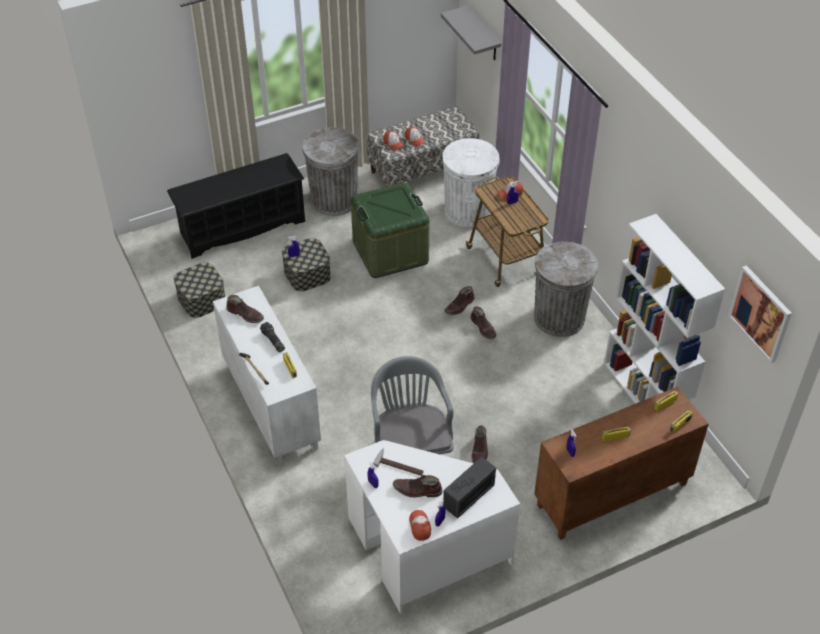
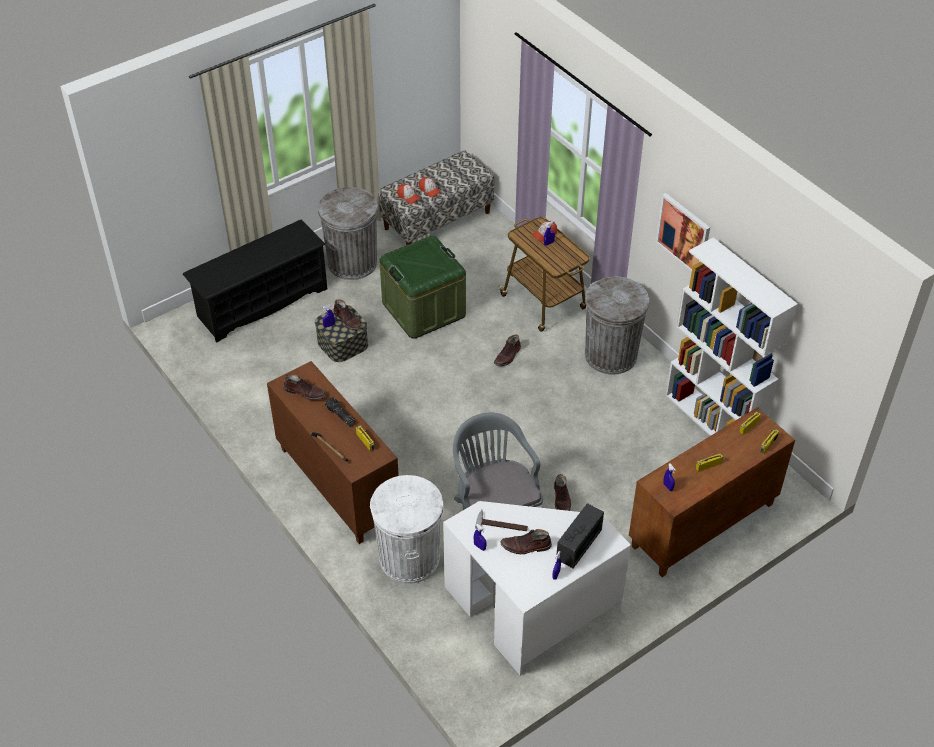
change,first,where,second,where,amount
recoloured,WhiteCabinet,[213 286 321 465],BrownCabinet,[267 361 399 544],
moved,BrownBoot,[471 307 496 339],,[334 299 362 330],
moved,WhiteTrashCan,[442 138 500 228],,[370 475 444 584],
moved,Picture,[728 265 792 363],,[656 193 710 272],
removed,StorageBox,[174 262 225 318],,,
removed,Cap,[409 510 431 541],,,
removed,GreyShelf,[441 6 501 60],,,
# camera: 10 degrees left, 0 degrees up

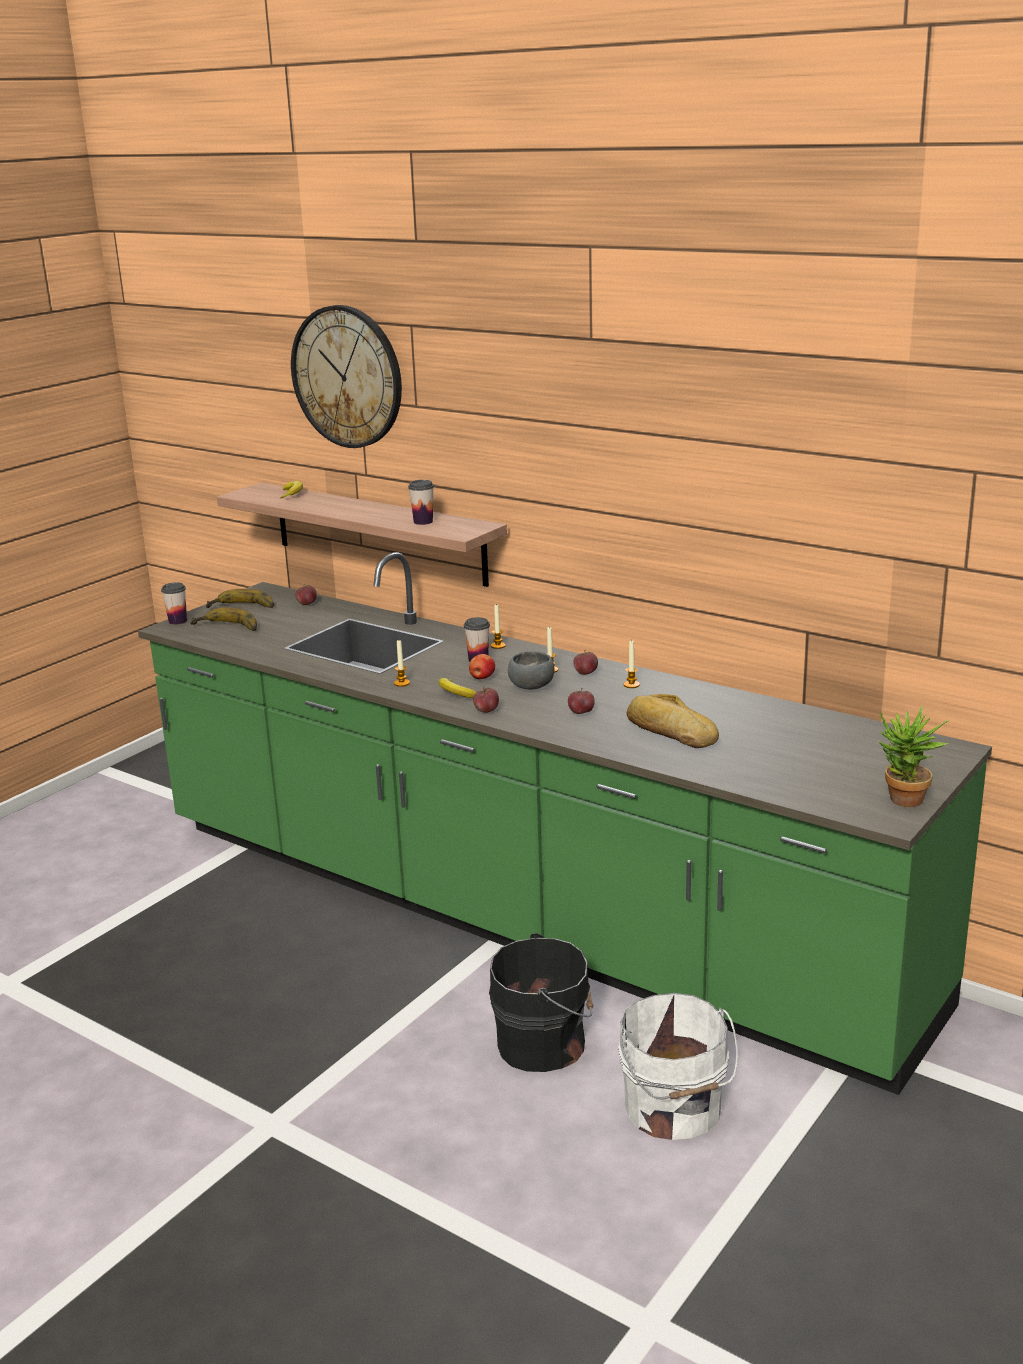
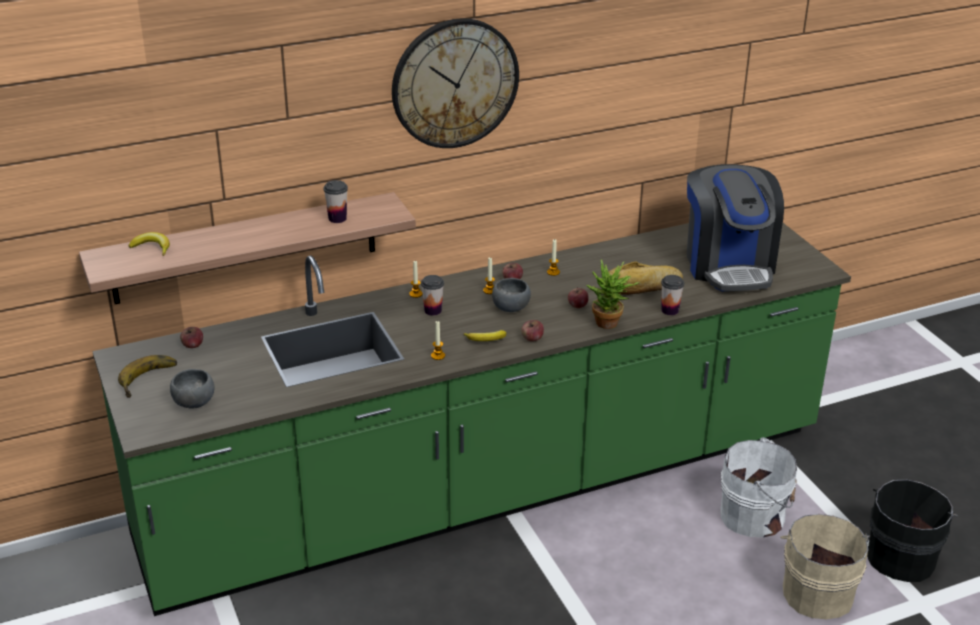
change,first,where,second,where,amount
replaced,Banana,[190 607 257 631],GreyBowl,[170 369 214 408],
moved,WallClock,[291 305 402 448],,[392 18 519 148],
moved,PottedPlant,[878 706 950 807],,[586 260 639 329],
moved,Cup,[161 582 187 625],,[661 275 684 315],
added,,,CoffeeMachine,[687 164 784 291],
added,,,BeigeBucket,[780 514 870 619],
moved,BlackBucket,[489 933 593 1072],,[867 480 958 582],
removed,Apple,[469 654 495 679],,,
# camera: 60 degrees left, 10 degrees up

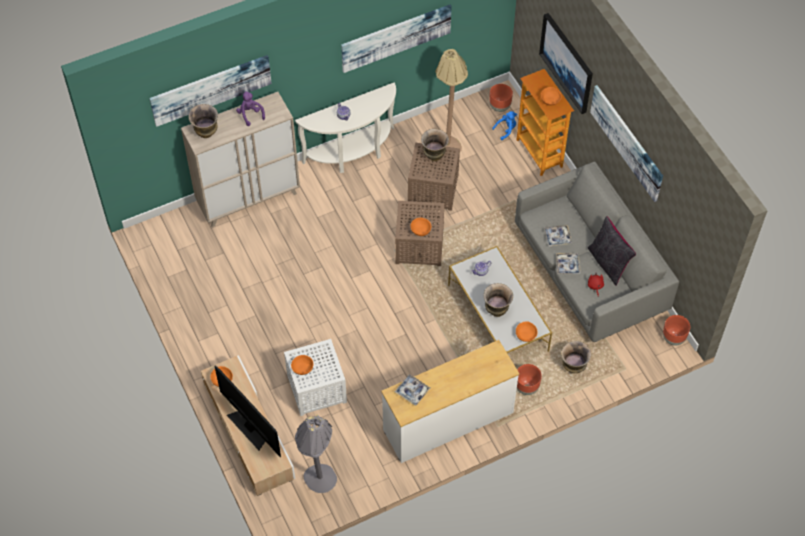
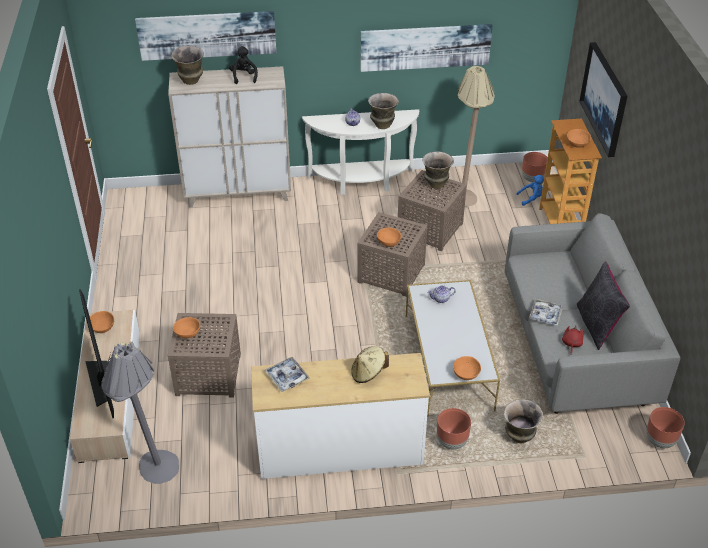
change,first,where,second,where,amount
recoloured,WhiteSideTable,[284 339 347 416],BrownSideTable,[168 313 241 398],
recoloured,PurplePlushToy,[236 91 265 126],BlackPlushToy,[229 46 258 84],
added,,,BeigeHat,[351 346 389 383],
moved,Vase,[484 283 513 317],,[368 93 399 129],
removed,Tray,[544 225 572 247],,,
removed,Picture,[590 85 663 202],,,
# camera: 20 degrees right, 15 degrees down

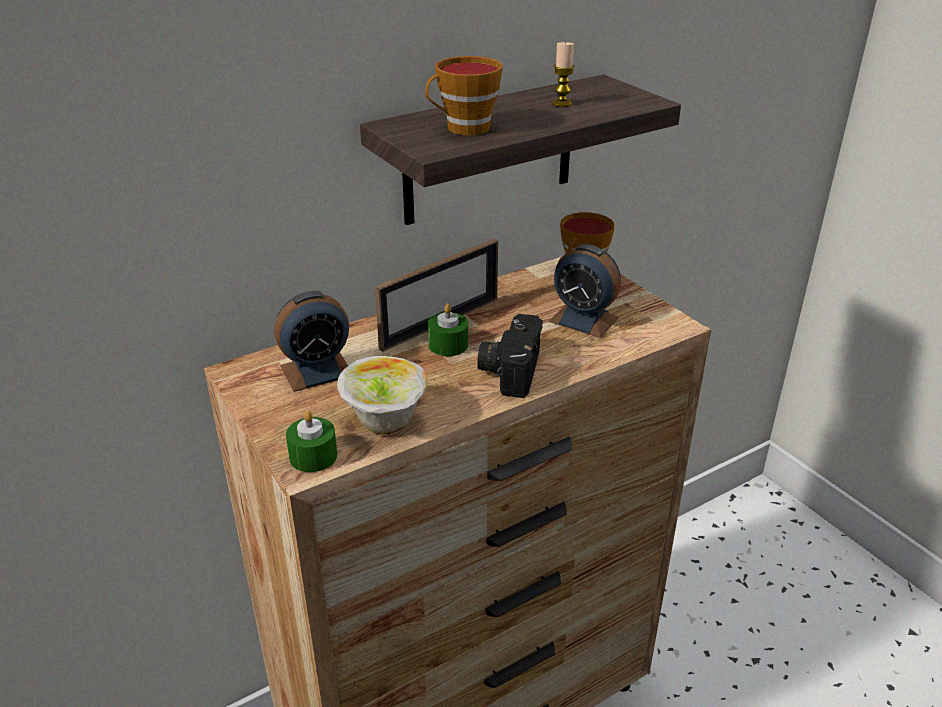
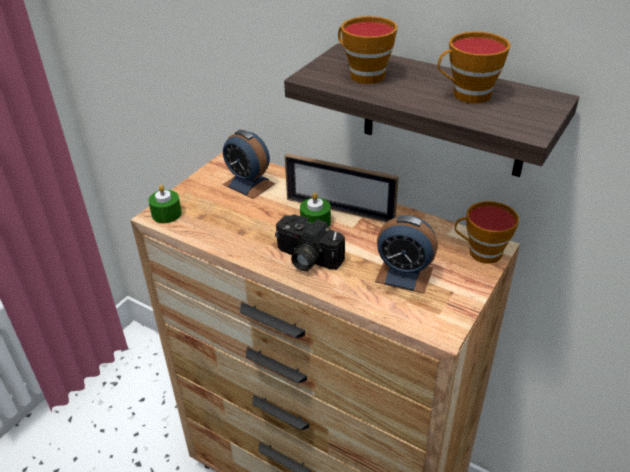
change,first,where,second,where,amount
turned,PhotoCamera,[477 314 543 398],,[275 215 345 271],135 degrees counterclockwise
turned,AlarmClock,[548 244 621 338],,[375 215 438 294],75 degrees counterclockwise
replaced,Candle,[552 41 575 107],Cup,[437 32 510 103],
removed,Bowl,[337 356 427 435],,,
# camera: 65 degrees right, 5 degrees up

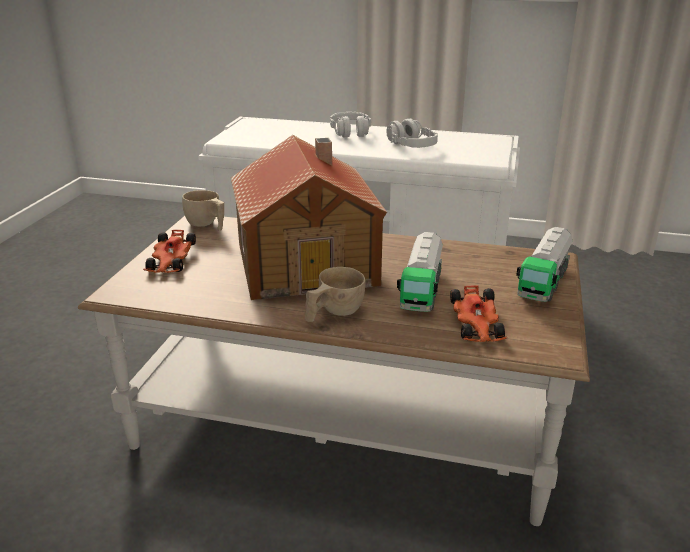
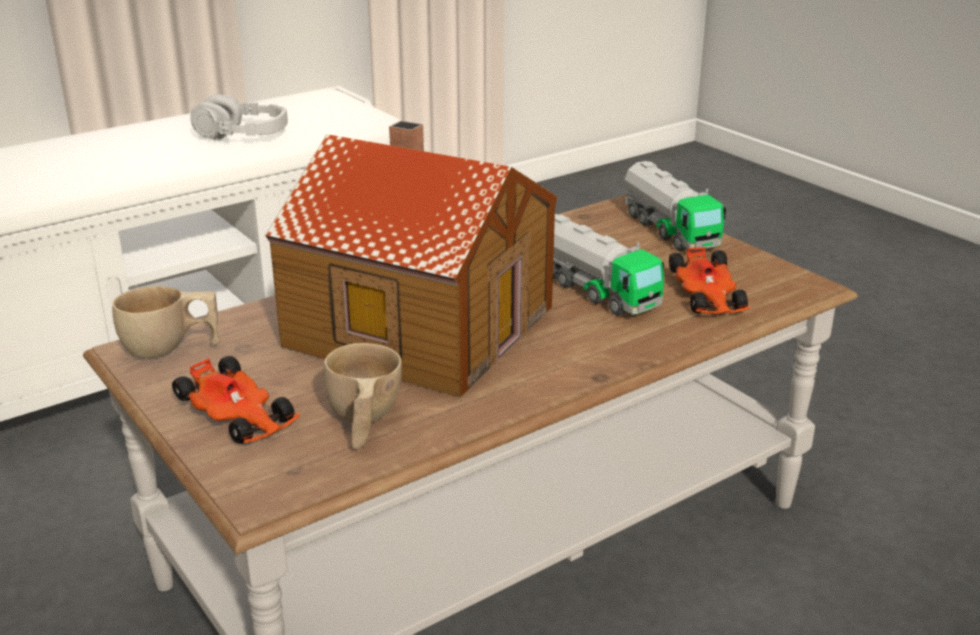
change,first,where,second,where,amount
moved,BeigeCup,[305 267 366 322],,[324 343 402 449],
turned,ToyCar,[450 285 507 342],,[669 247 751 314],45 degrees clockwise
removed,GreyHeadphones,[330 112 371 138],,,
# camera: 50 degrees left, 0 degrees up

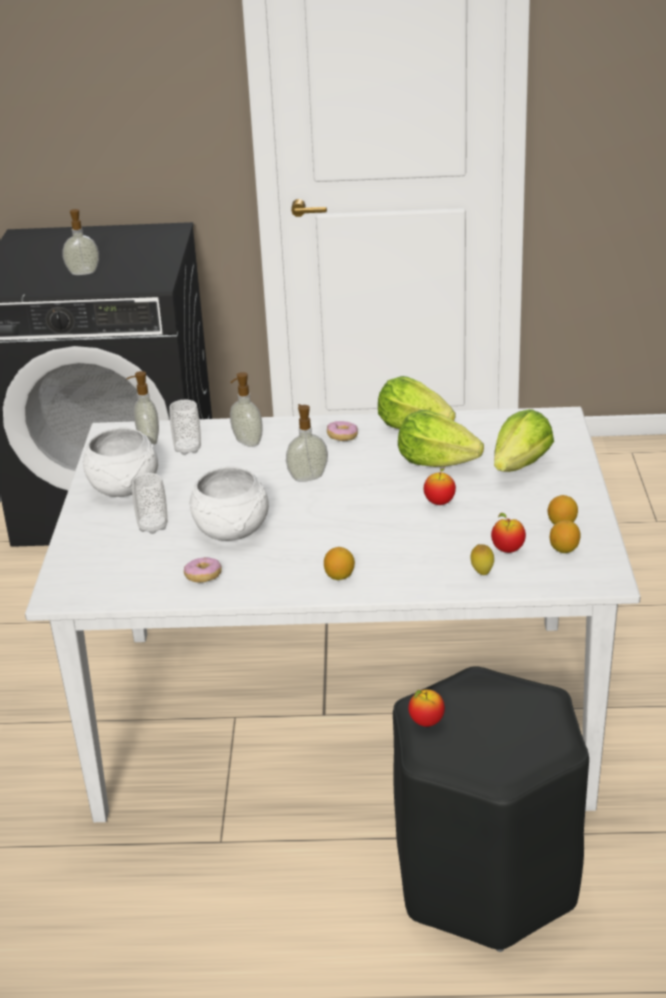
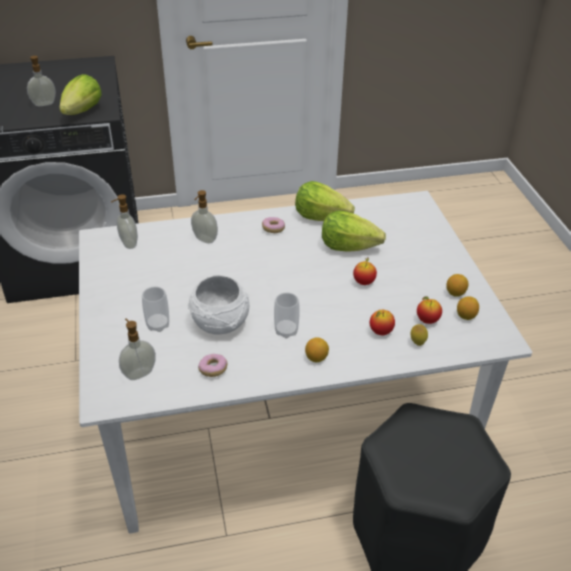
change,first,where,second,where,amount
moved,Lettuce,[494 409 554 472],,[59 74 102 115],
moved,SoapDispenser,[286 404 328 482],,[119 319 156 380],
moved,Cup,[169 400 201 455],,[274 293 300 338],
moved,Apple,[408 689 445 727],,[370 310 395 335],
removed,WhiteBowl,[83 427 158 497],,,
# camera: 15 degrees left, 10 degrees up

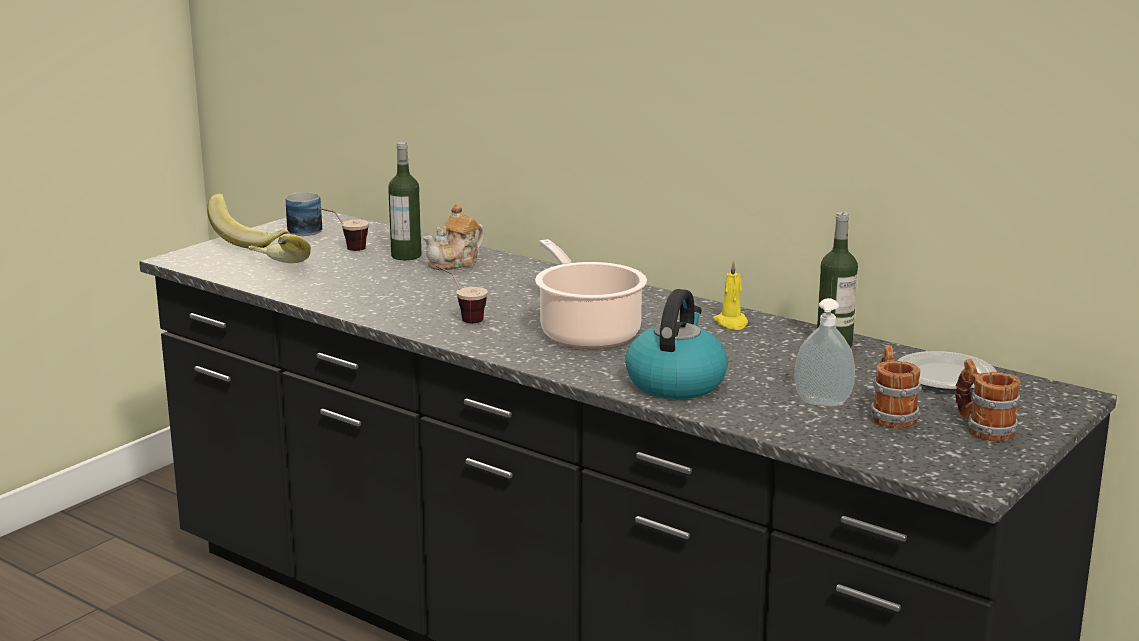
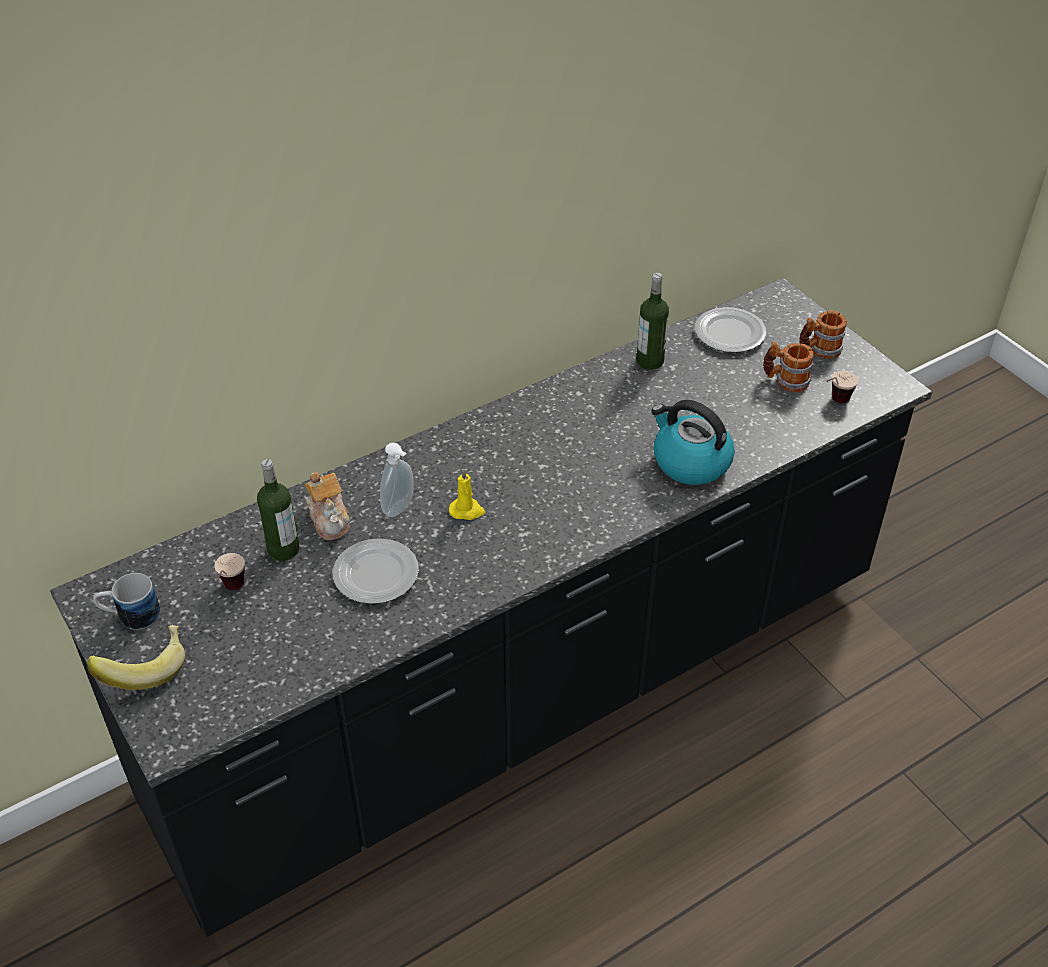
change,first,where,second,where,amount
added,,,Plate,[333 538 419 604],
moved,SoapDispenser,[794 298 855 406],,[380 443 414 517],
moved,YellowCandle,[713 261 748 330],,[449 469 485 520],
moved,Cup,[436 265 488 323],,[826 371 858 404],
removed,Banana,[248 234 311 263],,,
removed,CookingPot,[535 239 647 348],,,
# camera: 70 degrees left, 25 degrees up

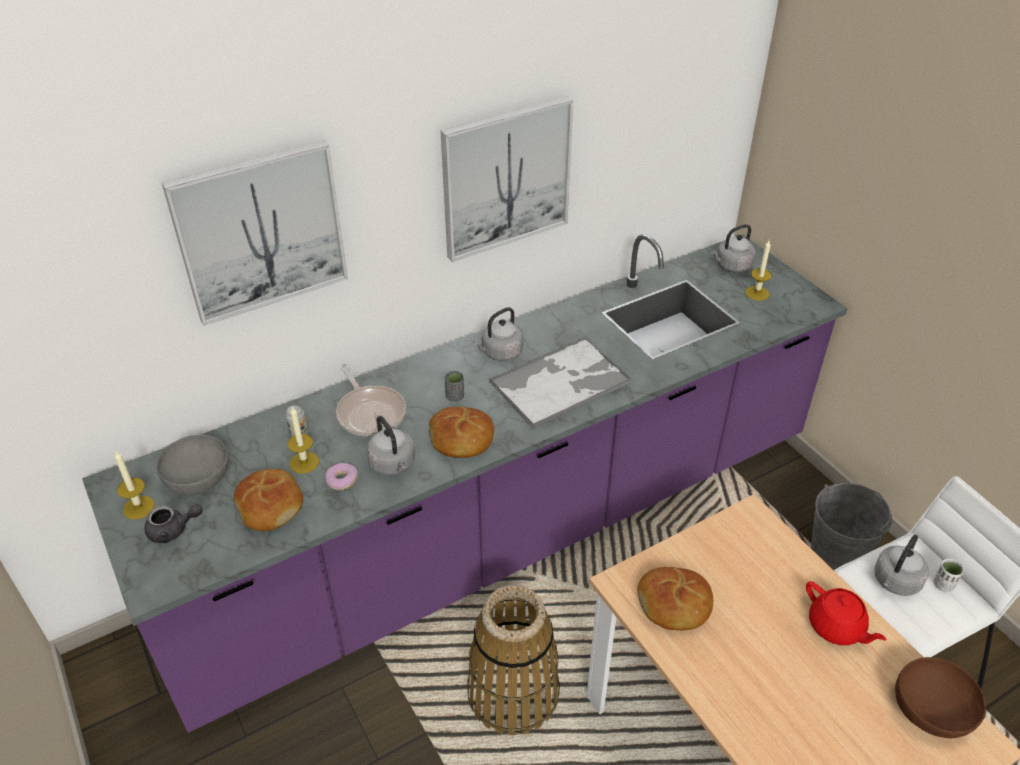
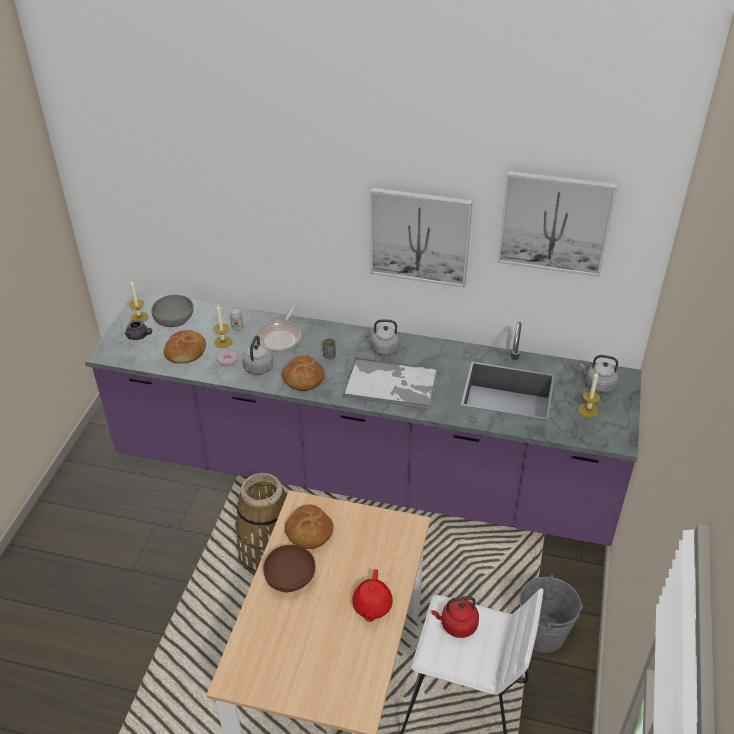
change,first,where,second,where,amount
moved,BrownBowl,[895 657 986 738],,[263 545 316 592],
recoloured,GreyKettle,[874 535 929 596],RedKettle,[431 596 479 638],
moved,Picture,[162 140 348 326],,[497 171 617 277],
removed,WhiteCup,[933 559 964 592],,,
# camera: 45 degrees right, 0 degrees up

